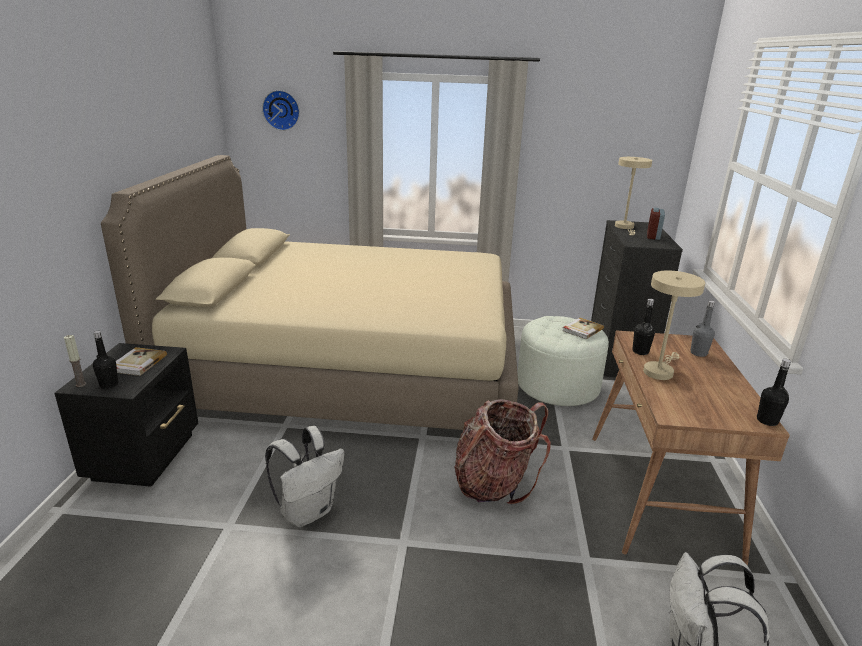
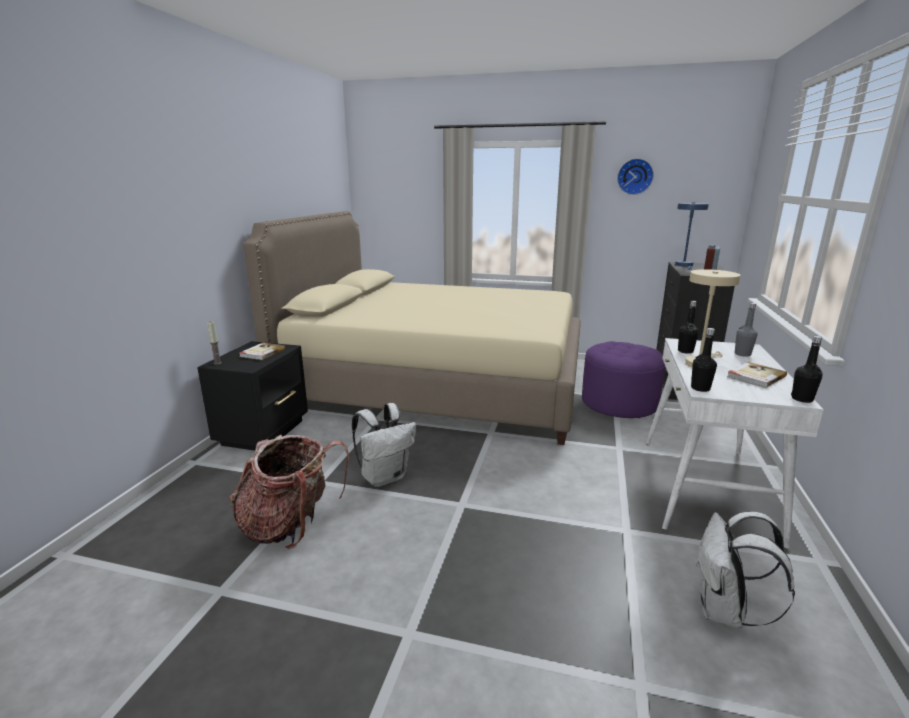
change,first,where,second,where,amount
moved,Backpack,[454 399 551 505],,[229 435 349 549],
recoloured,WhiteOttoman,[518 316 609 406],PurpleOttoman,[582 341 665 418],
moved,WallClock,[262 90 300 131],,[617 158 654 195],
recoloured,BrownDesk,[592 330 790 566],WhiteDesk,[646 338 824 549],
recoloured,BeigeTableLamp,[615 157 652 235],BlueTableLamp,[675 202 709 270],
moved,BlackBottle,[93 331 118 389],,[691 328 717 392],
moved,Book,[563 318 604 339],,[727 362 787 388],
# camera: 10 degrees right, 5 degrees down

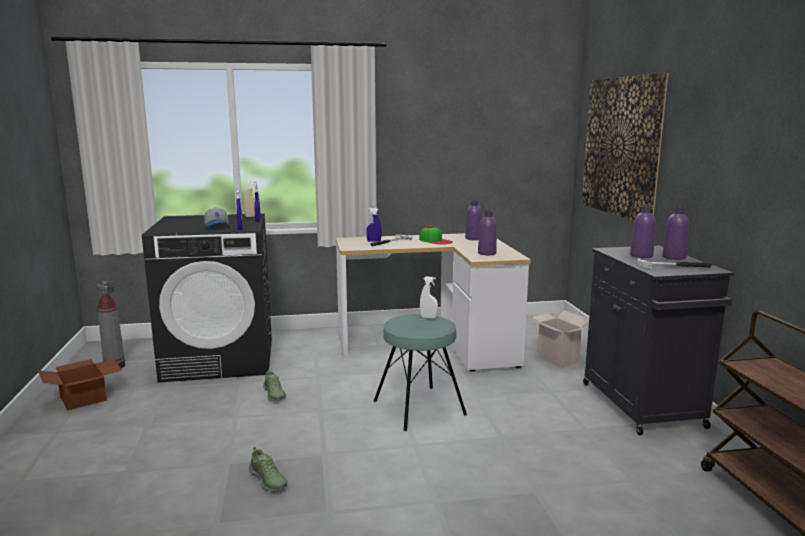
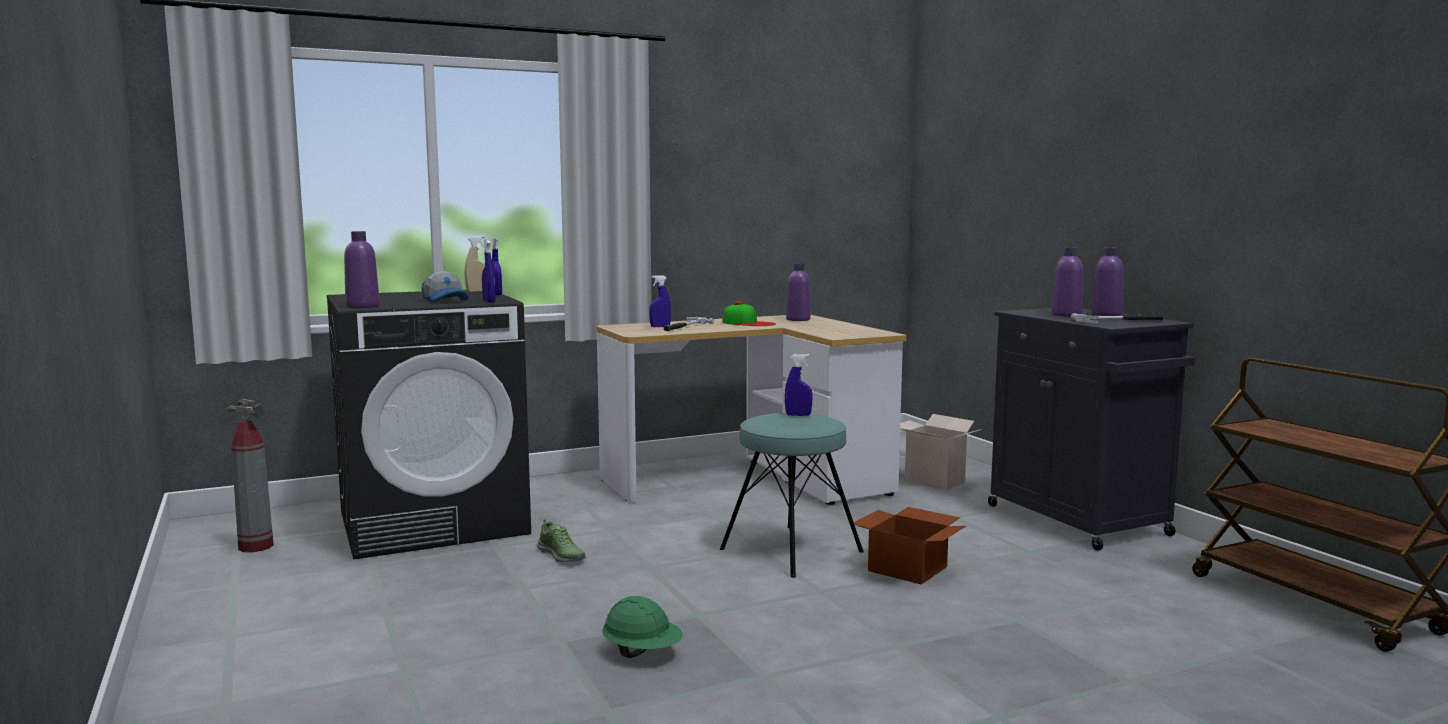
change,first,where,second,where,amount
moved,PurpleBottle,[478 210 497 255],,[344 231 380 308],
replaced,Shoe,[249 447 288 491],GreenHardHat,[602 596 683 658],
recoloured,WhiteSprayBottle,[420 276 438 319],BlueSprayBottle,[785 354 813 416],
moved,CardboardBox,[37 359 122 411],,[852 507 966 585],
removed,Picture,[582 73 668 221],,,
# camera: 15 degrees left, 5 degrees down

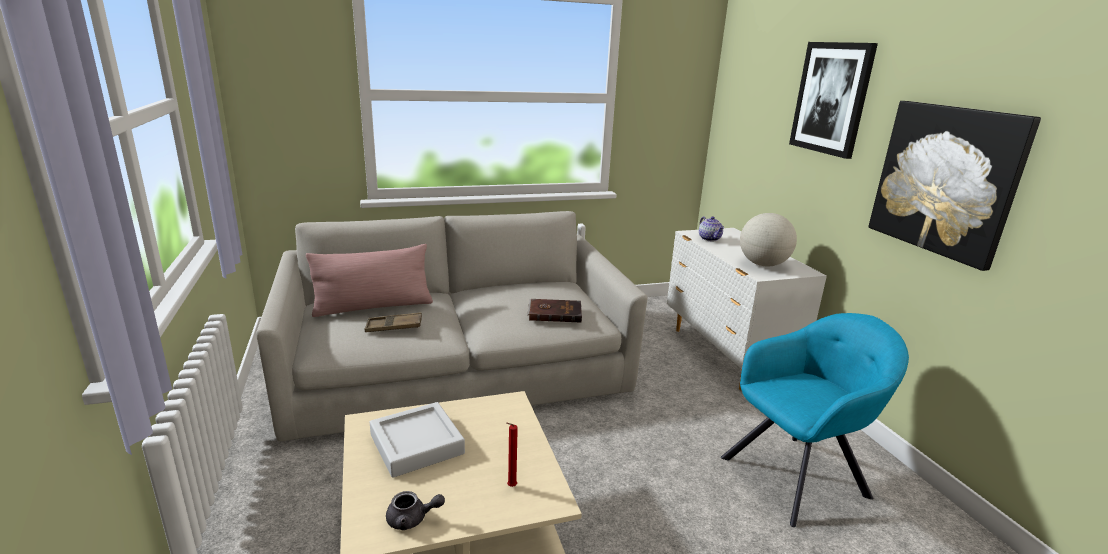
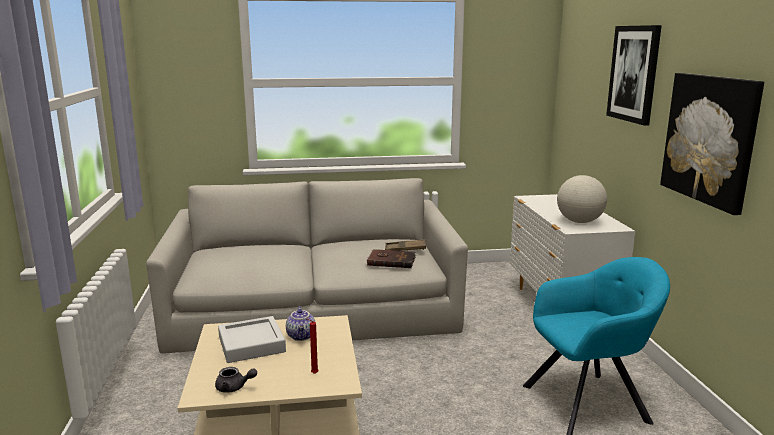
change,first,where,second,where,amount
moved,Teapot,[699 216 724 241],,[286 306 316 341],
moved,BrownTray,[365 312 422 332],,[385 239 426 251],
removed,PinkPillow,[306 244 433 317],,,
# camera: 10 degrees right, 5 degrees down

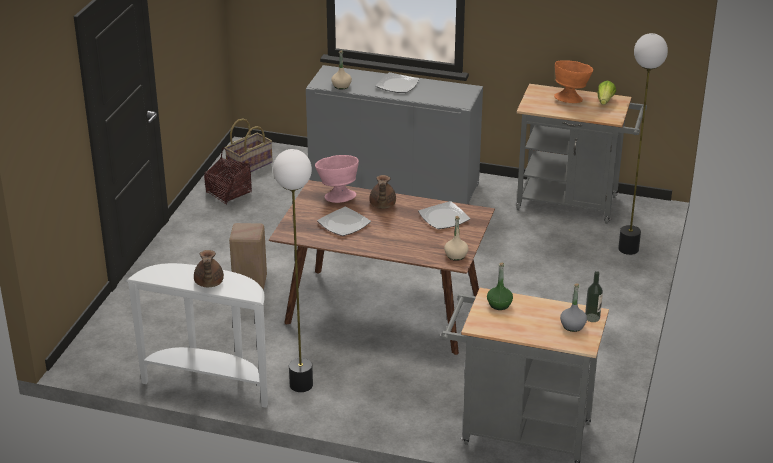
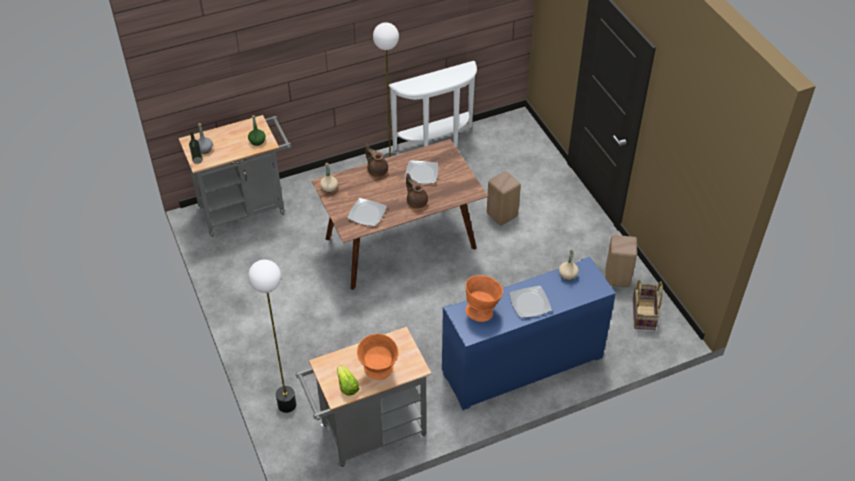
change,first,where,second,where,amount
moved,BrownTeapot,[194 250 224 287],,[365 143 388 177],
recoloured,GreyCabinet,[306 65 483 204],BlueCabinet,[442 257 616 410],
added,,,OrangeBowl,[465 275 503 322],
replaced,Basket,[204 148 252 205],BeigeStool,[605 235 637 287],
removed,PinkBowl,[315 155 359 203],,,
# camera: 140 degrees right, 15 degrees up

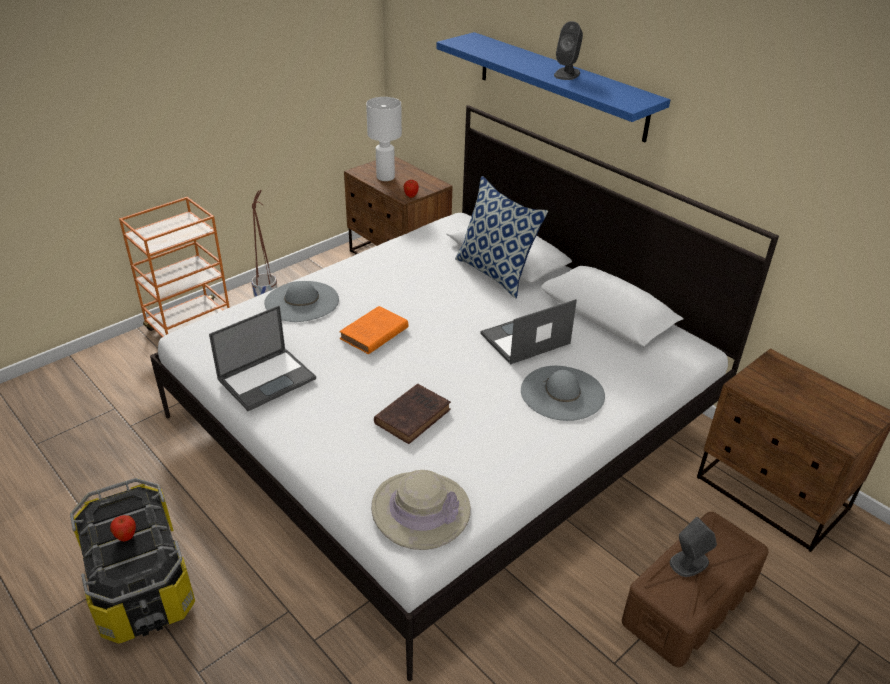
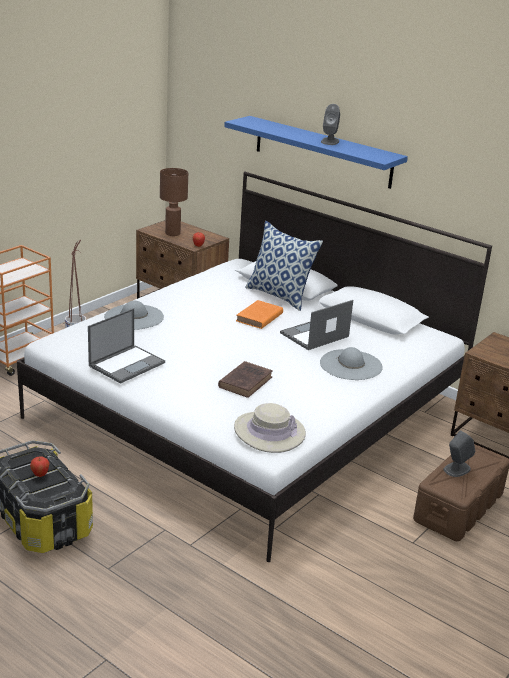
change,first,where,second,where,amount
recoloured,WhiteTableLamp,[366 97 402 181],BrownTableLamp,[160 168 188 236],
moved,OrangeBook,[339 306 408 354],,[236 300 283 329],
# camera: 10 degrees left, 10 degrees down

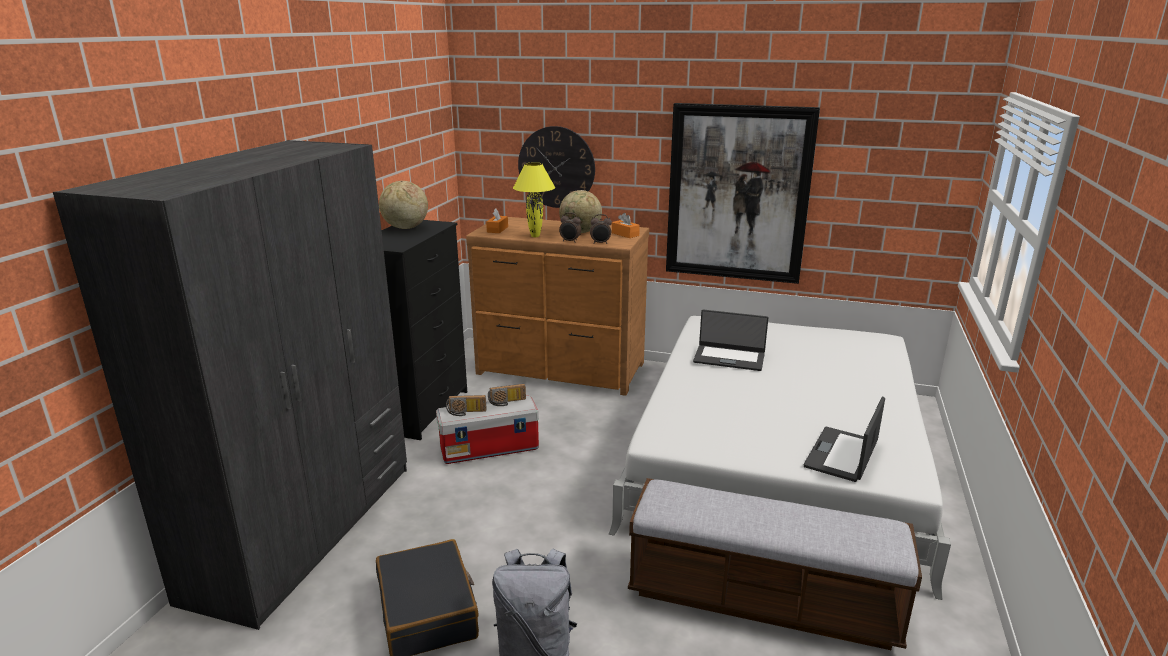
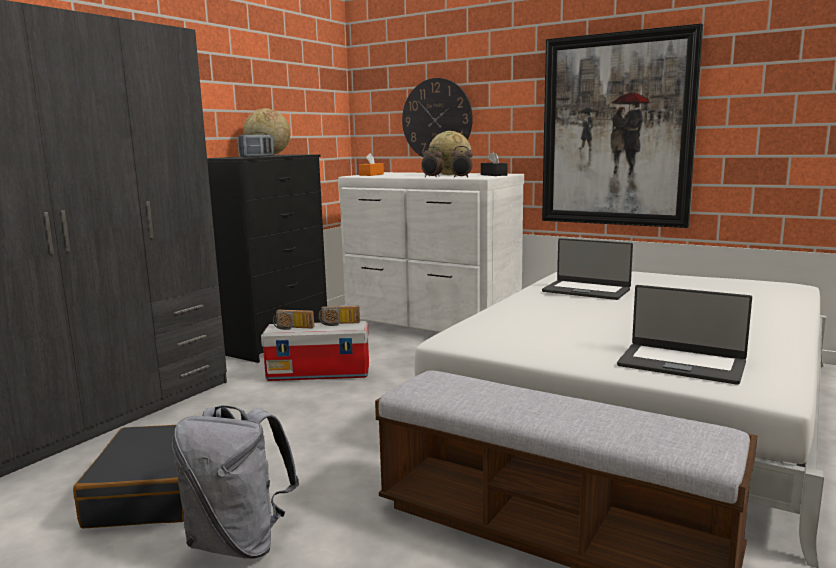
change,first,where,second,where,amount
added,,,Radio,[238 132 274 157],
recoloured,BrownDresser,[466 217 649 396],WhiteDresser,[338 172 524 332],
recoloured,OrangeTissueBox,[612 213 640 238],BlackTissueBox,[481 152 508 176],
turned,Laptop,[804 396 885 482],,[617 285 752 385],105 degrees counterclockwise
removed,YellowTableLamp,[513 162 555 237],,,
# camera: 15 degrees right, 10 degrees down

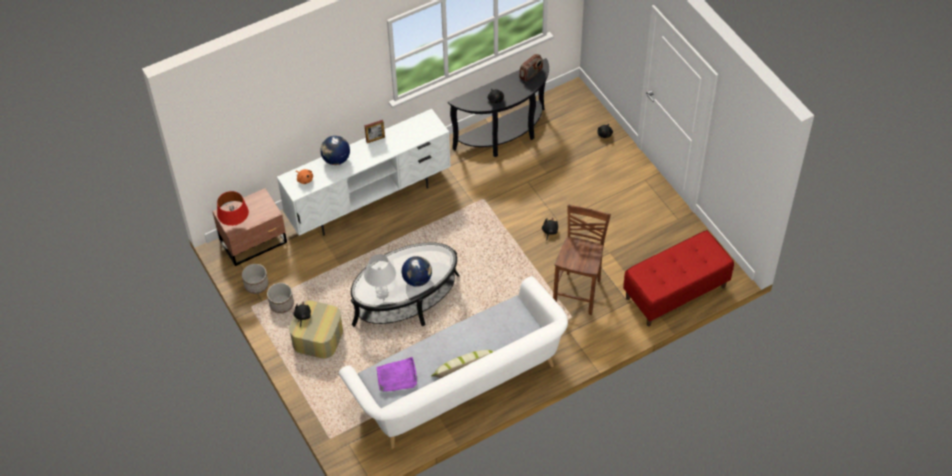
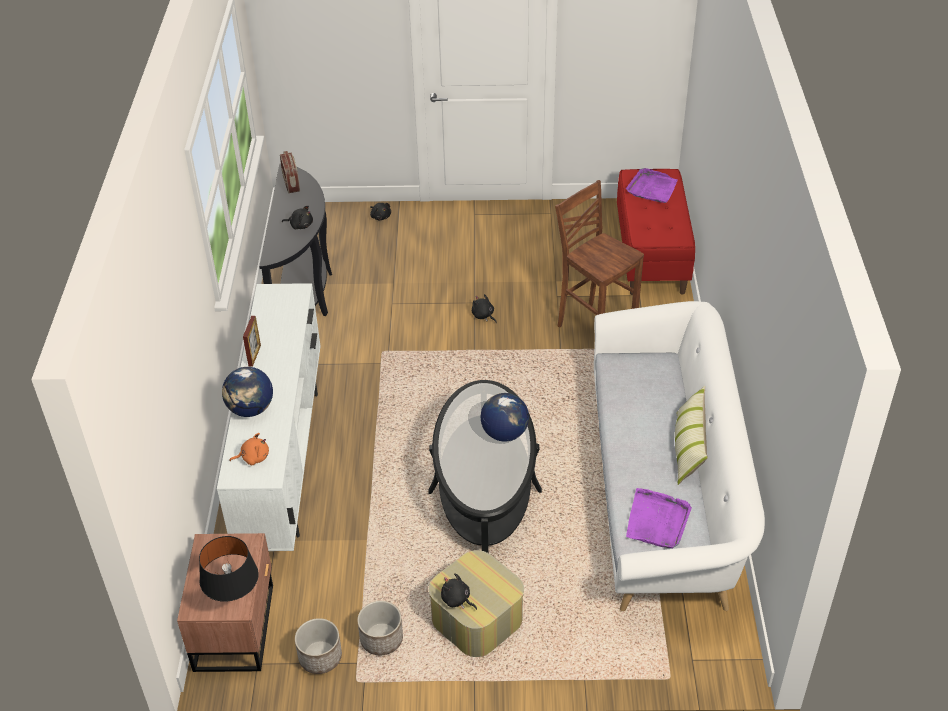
change,first,where,second,where,amount
recoloured,RedTableLamp,[217 191 249 226],BlackTableLamp,[199 536 259 602],
added,,,PurpleTray,[626 168 677 203],
removed,WhiteTableLamp,[364 254 396 297],,,
# camera: 60 degrees left, 10 degrees down

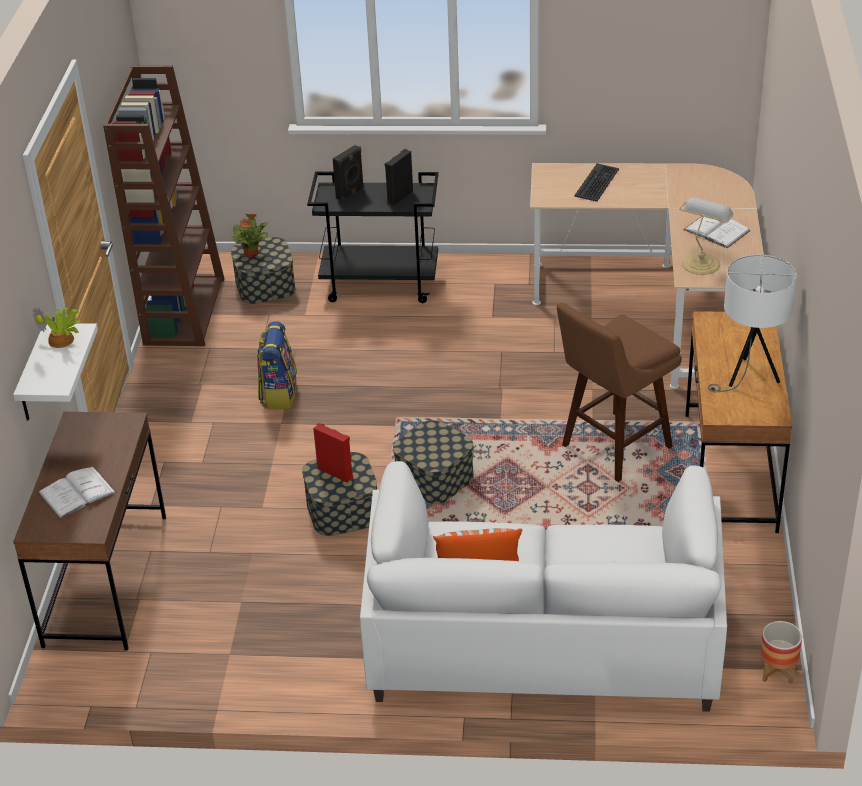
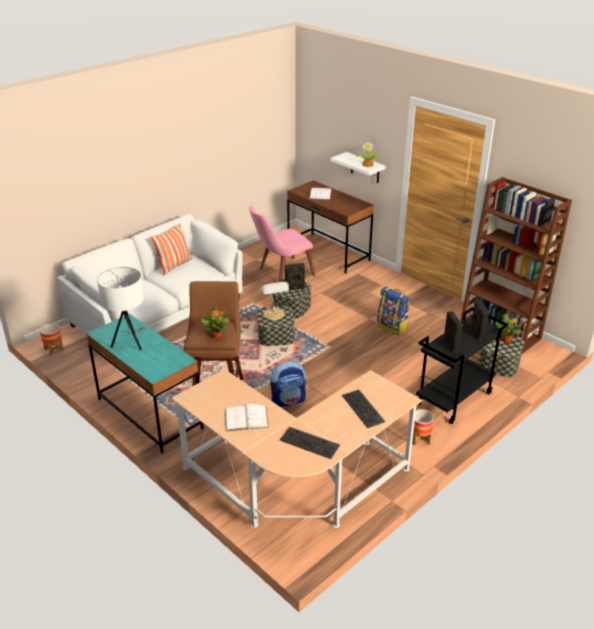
change,first,where,second,where,amount
recoloured,BrownDesk,[686 311 792 533],TurquoiseDesk,[86 314 203 453],
added,,,PottedPlant,[201 306 229 339],
added,,,PinkChair,[249 206 315 282],
moved,TableLamp,[679 198 733 275],,[259 282 289 320],
added,,,Backpack,[270 361 306 407],
added,,,Keyboard,[280 427 340 459],
recoloured,RedSpeaker,[313 423 353 482],BlackSpeaker,[285 263 305 290],
added,,,Planter,[413 409 434 445],
# camera: 130 degrees right, 5 degrees down

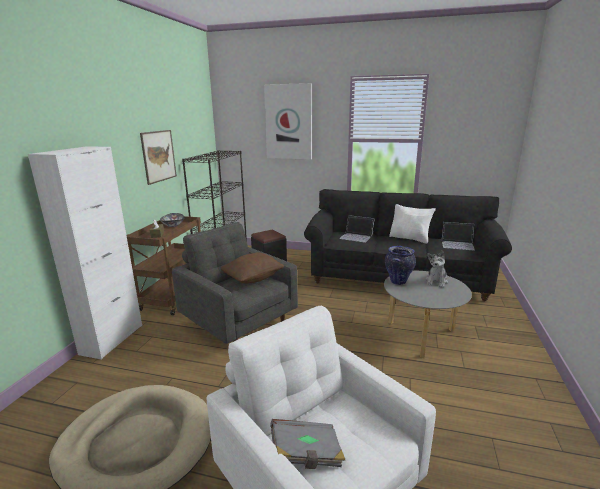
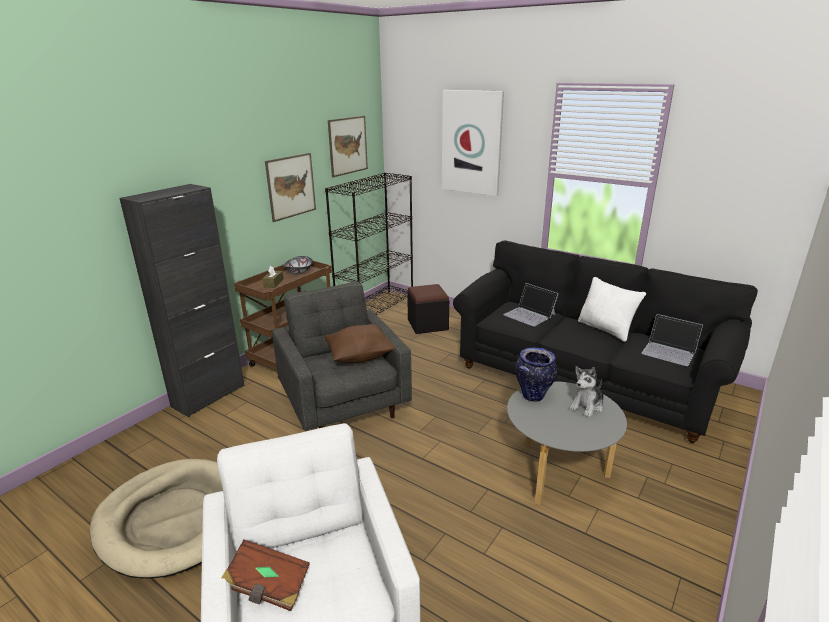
change,first,where,second,where,amount
recoloured,WhiteCabinet,[28 146 142 360],BlackCabinet,[119 184 244 417],
recoloured,GreyBook,[270 419 345 469],BrownBook,[222 539 310 611],
added,,,Picture,[328 116 368 177],
# camera: 20 degrees right, 5 degrees up

